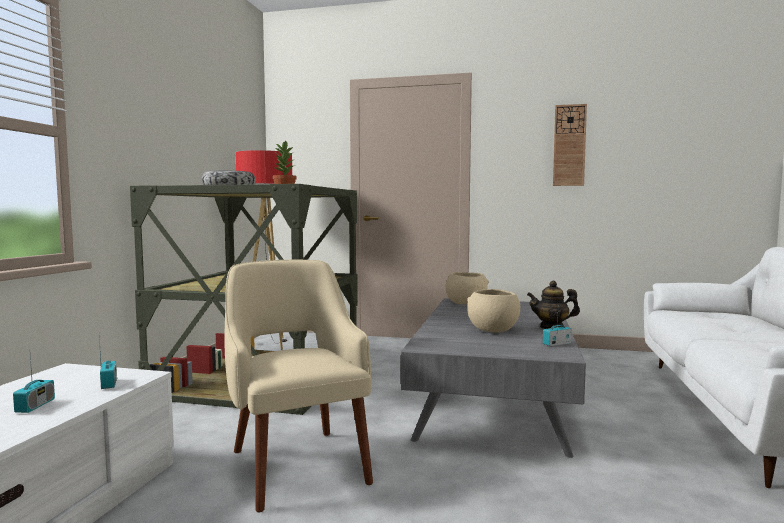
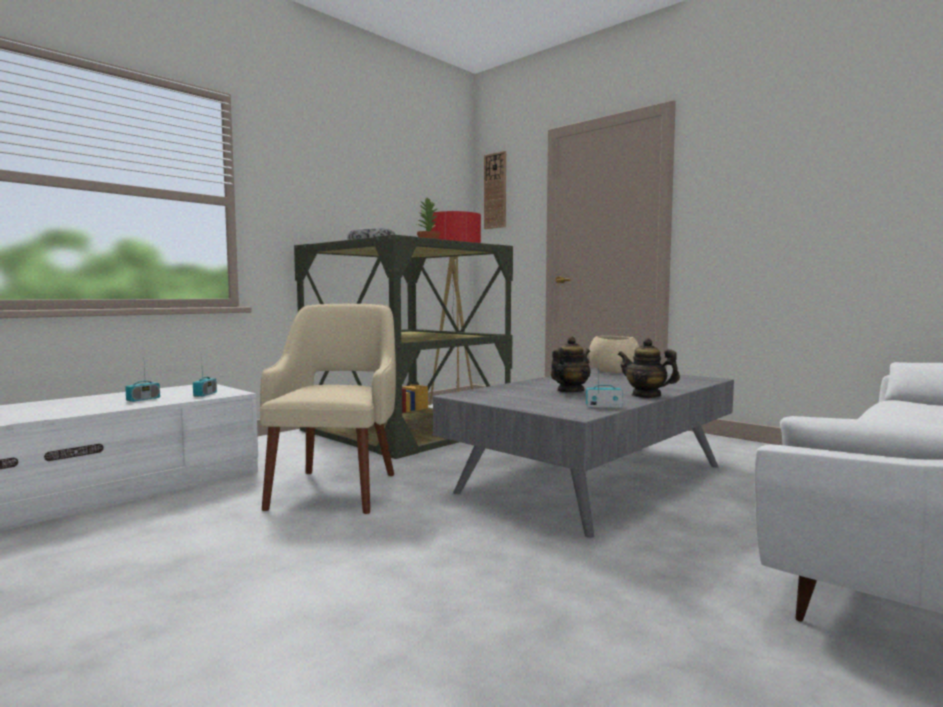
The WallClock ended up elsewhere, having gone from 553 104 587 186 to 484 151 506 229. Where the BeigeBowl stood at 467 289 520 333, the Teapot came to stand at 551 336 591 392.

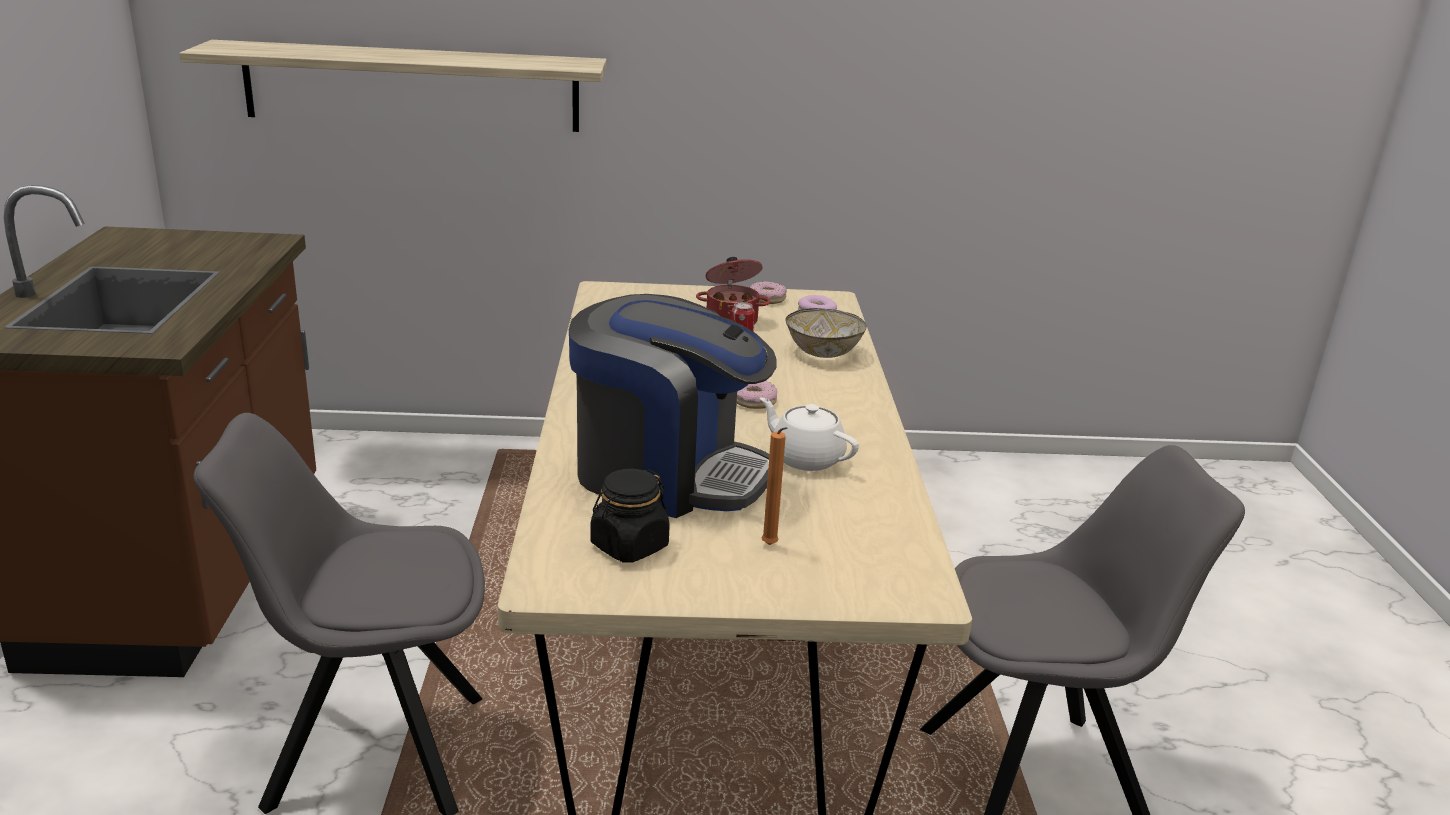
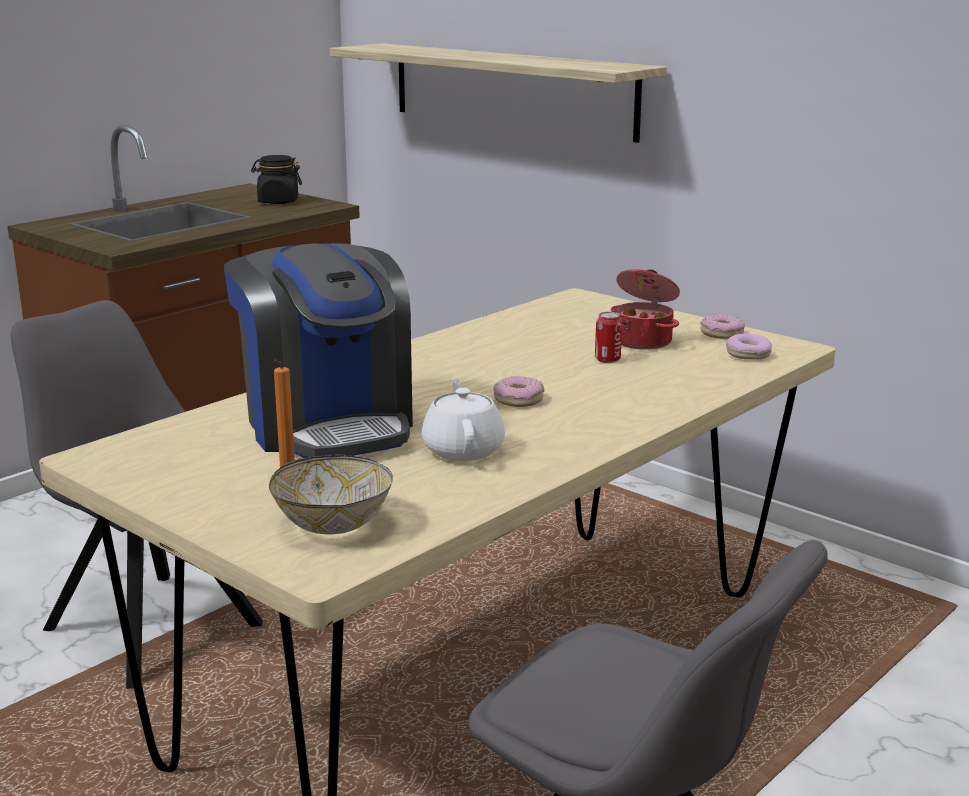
The BlackJar ended up elsewhere, having gone from 590 469 670 563 to 251 155 302 204. The Bowl ended up elsewhere, having gone from 786 308 867 358 to 269 455 393 535.

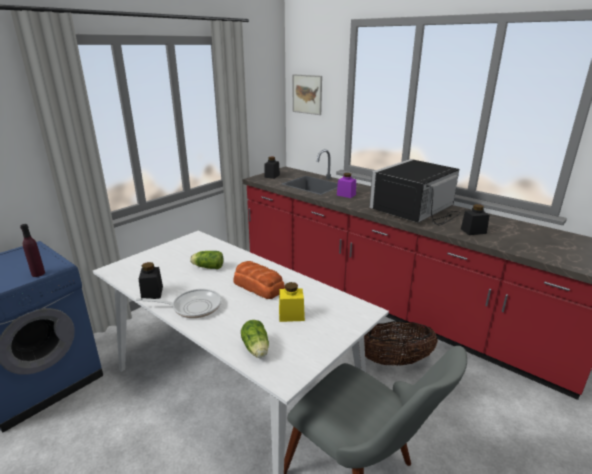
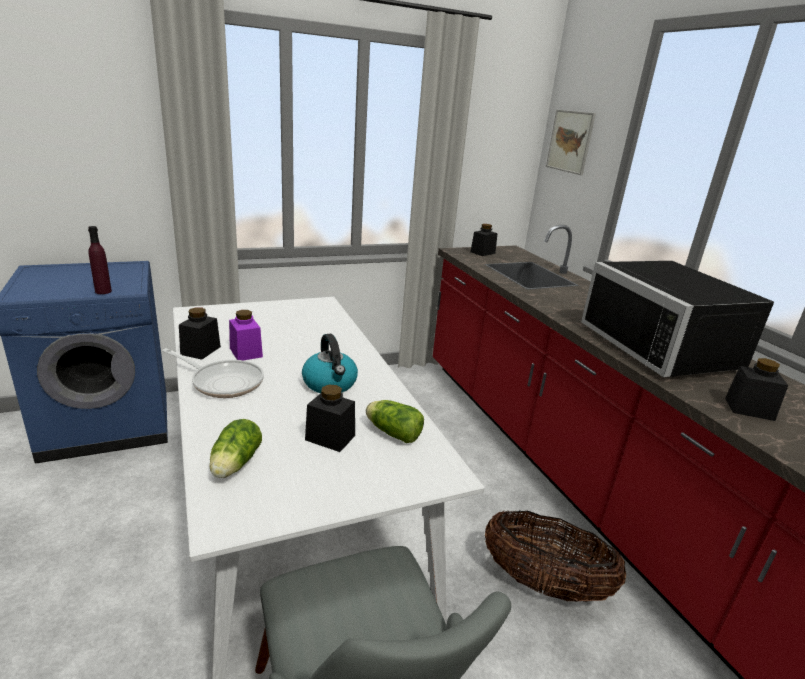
The Lettuce ended up elsewhere, having gone from 190 251 224 269 to 366 400 424 443. The PurpleJar ended up elsewhere, having gone from 337 173 356 198 to 229 310 263 361. Where the Bread stood at 233 261 285 299, the Kettle came to stand at 302 334 358 393. What was the YellowJar at 279 282 305 322 turned into the BlackJar at 305 385 355 452. The BlackMicrowave at 369 159 460 225 ended up facing another way, 90 degrees counterclockwise from before.

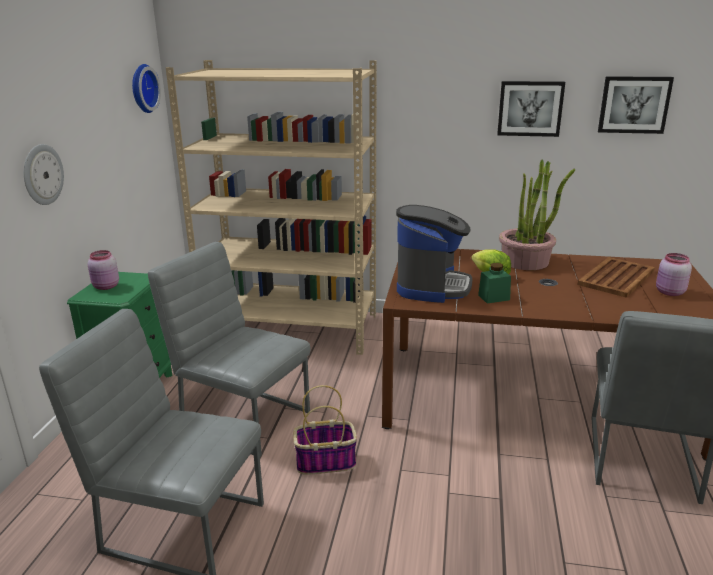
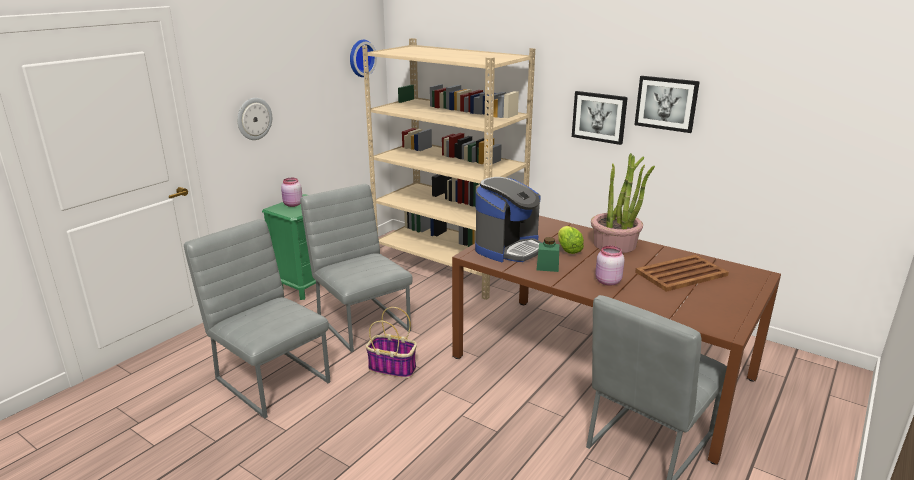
The Picture ended up elsewhere, having gone from 598 76 674 134 to 572 91 628 145. The PinkJar ended up elsewhere, having gone from 656 253 692 296 to 595 246 625 286.

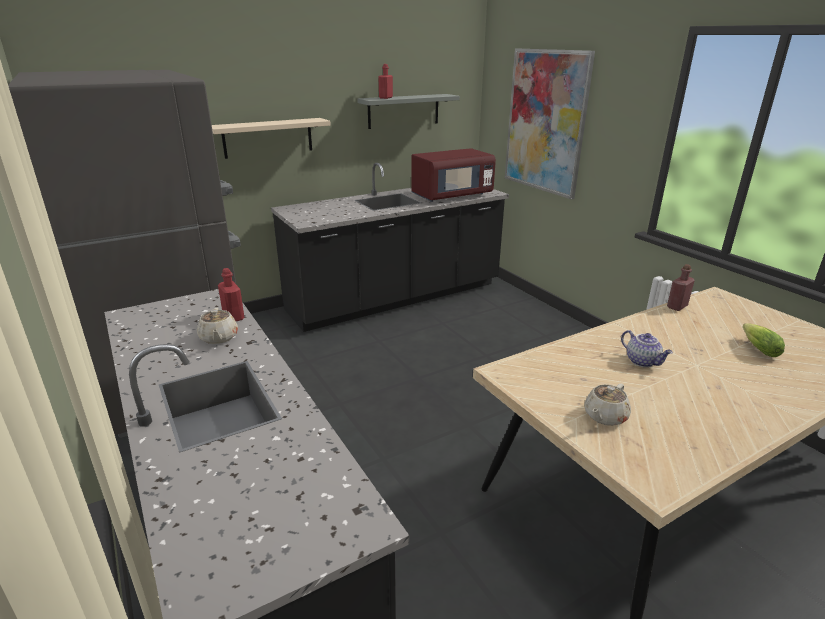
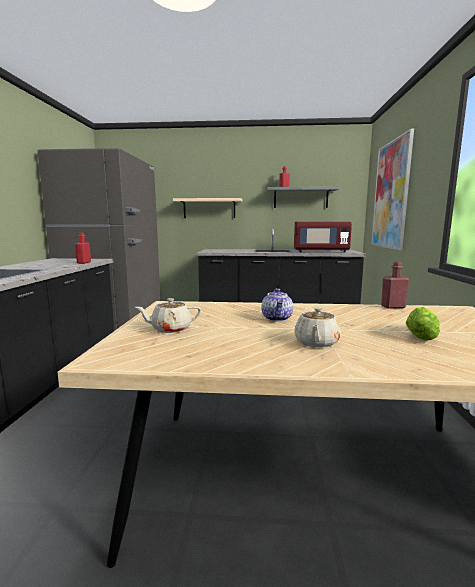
The BeigeTeapot ended up elsewhere, having gone from 197 308 238 344 to 294 308 341 347.

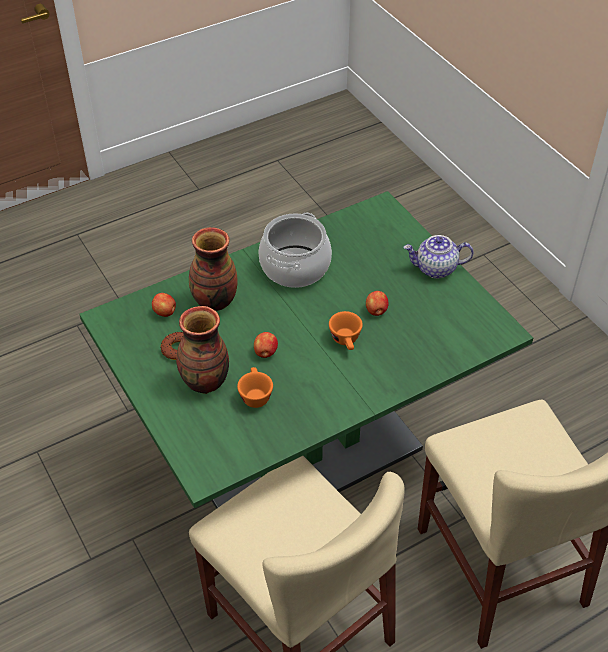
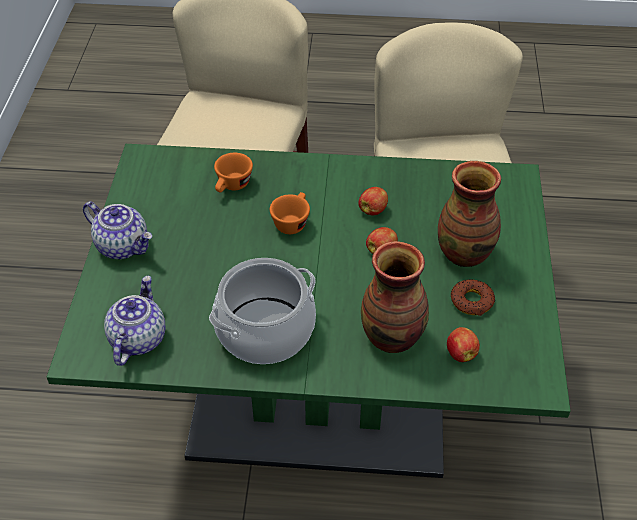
The second view gained the Teapot at 104 276 166 366. The OrangeCup ended up elsewhere, having gone from 237 367 273 408 to 214 153 253 193. The Apple ended up elsewhere, having gone from 366 291 389 316 to 358 187 388 216.

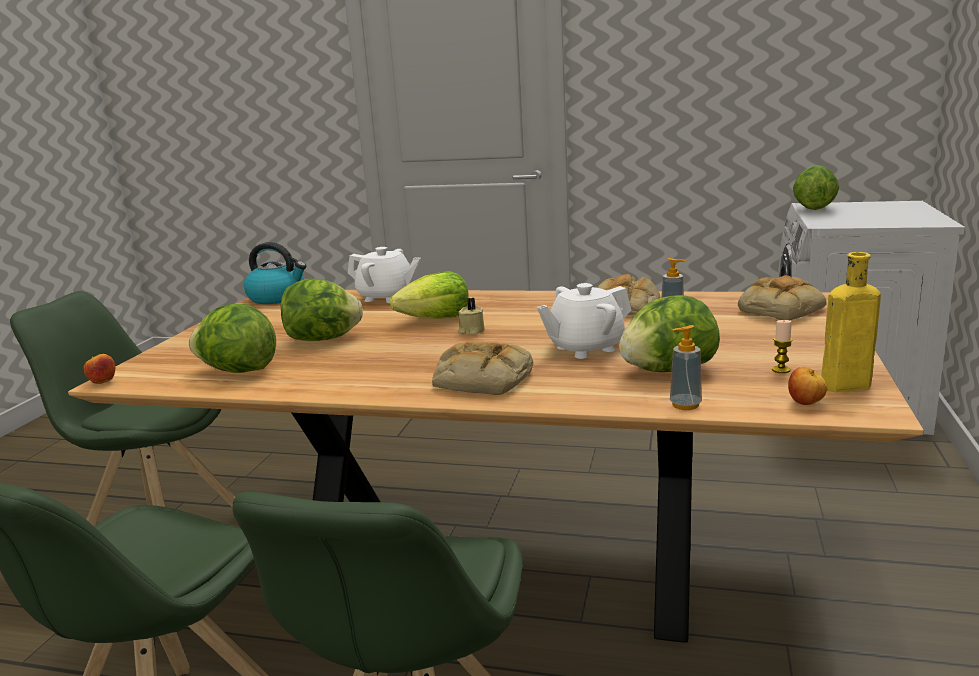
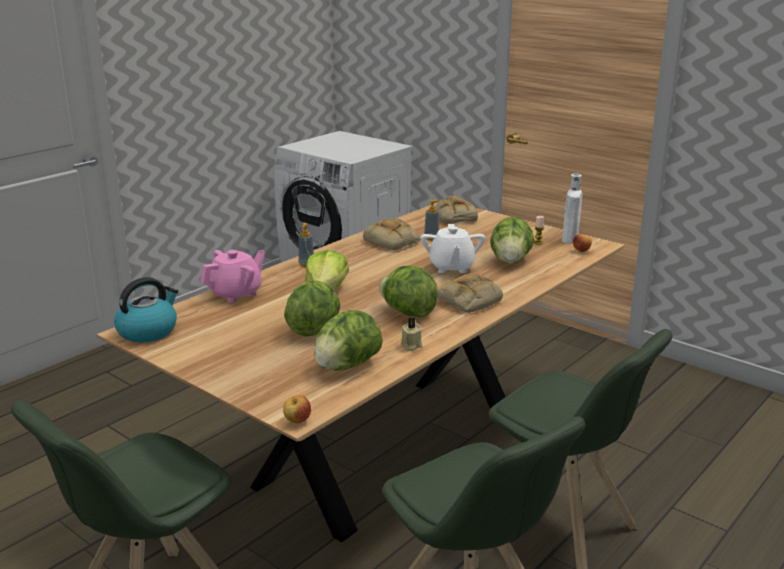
The BeigeCandle ended up elsewhere, having gone from 458 298 485 335 to 401 318 422 351. The SoapDispenser ended up elsewhere, having gone from 670 325 702 410 to 298 223 314 267. The Lettuce ended up elsewhere, having gone from 793 165 839 210 to 379 266 438 317. What was the WhiteTeapot at 348 247 421 303 turned into the PinkTeapot at 200 250 265 303. What was the YellowBottle at 821 252 881 392 turned into the WhiteBottle at 562 173 583 244.

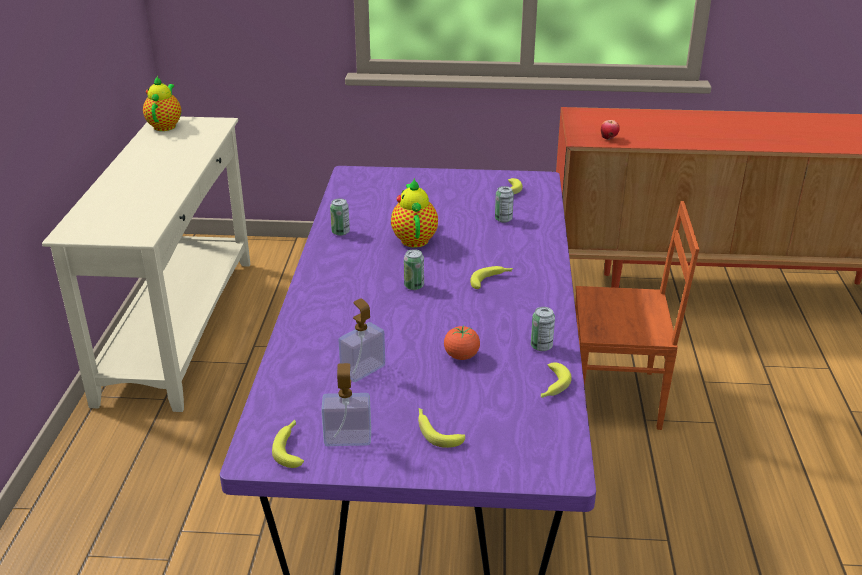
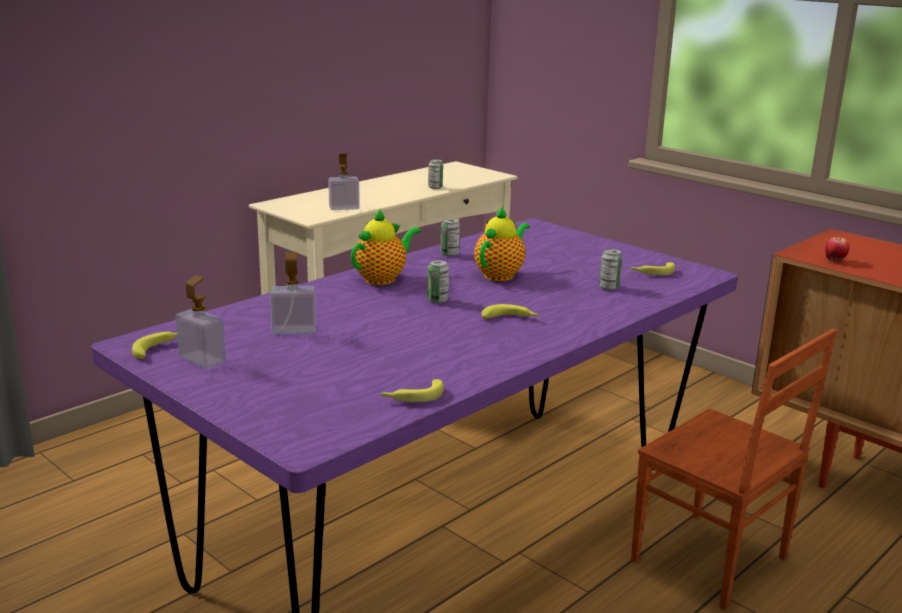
The second view lost the Banana at 418 408 465 448. The second view lost the Tomato at 444 325 480 360. The second view gained the SoapDispenser at 328 154 360 210. The Teapot ended up elsewhere, having gone from 143 76 181 131 to 351 209 421 285. The Can ended up elsewhere, having gone from 531 307 555 351 to 428 159 443 189.

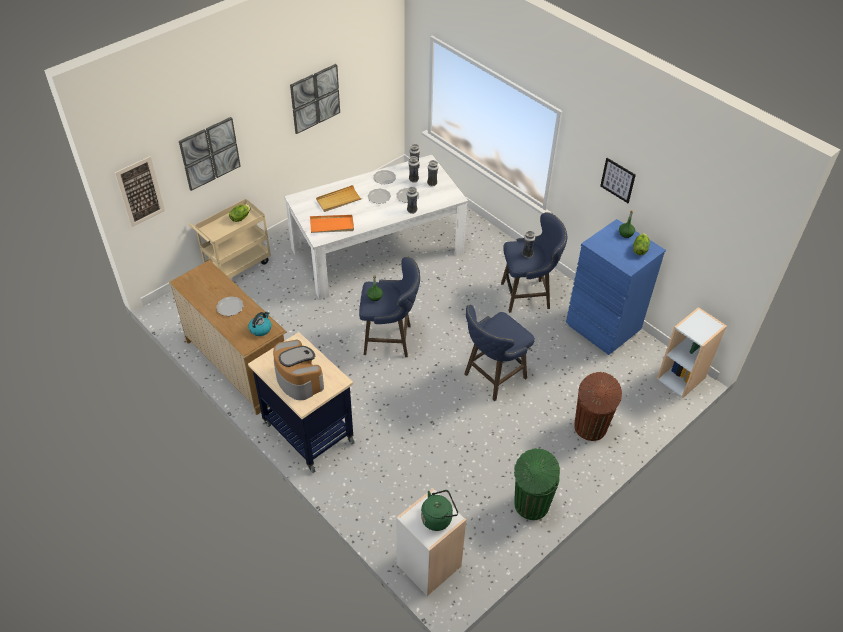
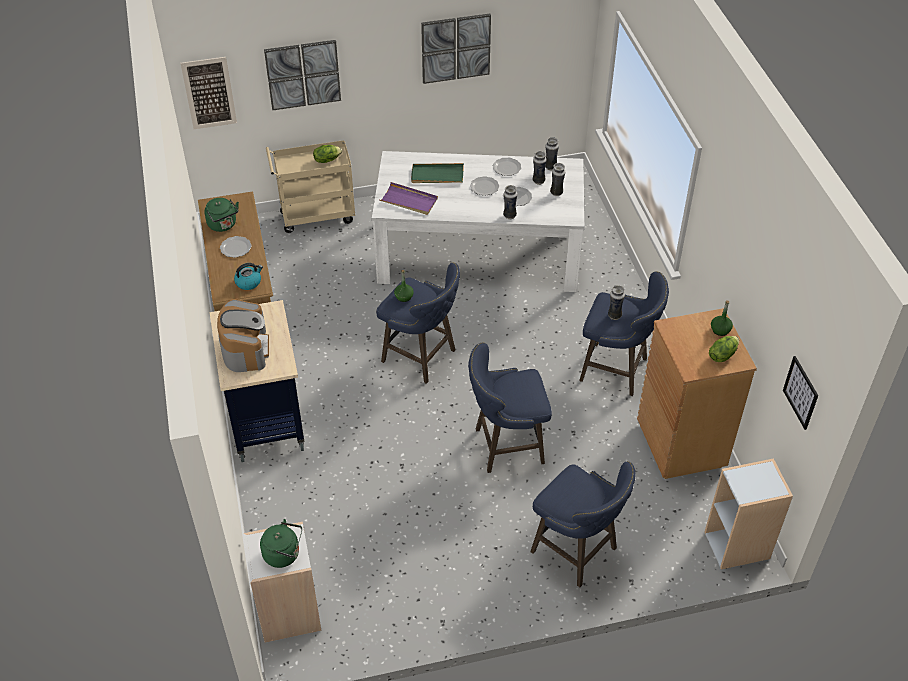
The second view lost the GreenTrashCan at 514 448 560 520. The second view gained the GreenKettle at 204 198 239 232. The Picture ended up elsewhere, having gone from 600 158 636 203 to 783 356 818 430. Where the BrownTrashCan stood at 574 372 622 441, the BlueStool came to stand at 530 461 635 588. What was the OrangeTray at 310 215 354 233 turned into the PurpleTray at 379 182 438 215. What was the BeigeTray at 316 185 363 212 turned into the GreenTray at 411 163 464 183. What was the BlueDresser at 566 219 666 355 turned into the BrownDresser at 637 308 757 479.

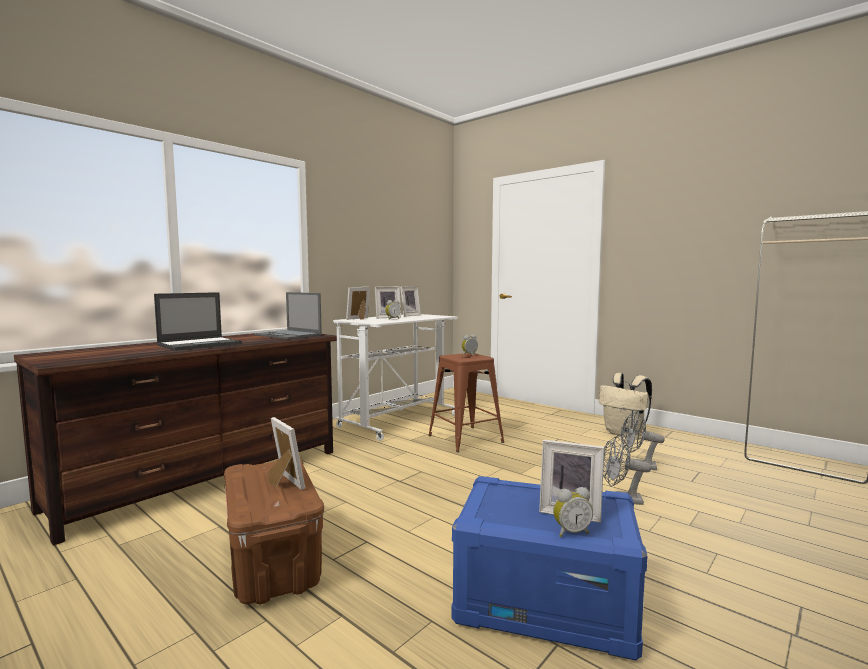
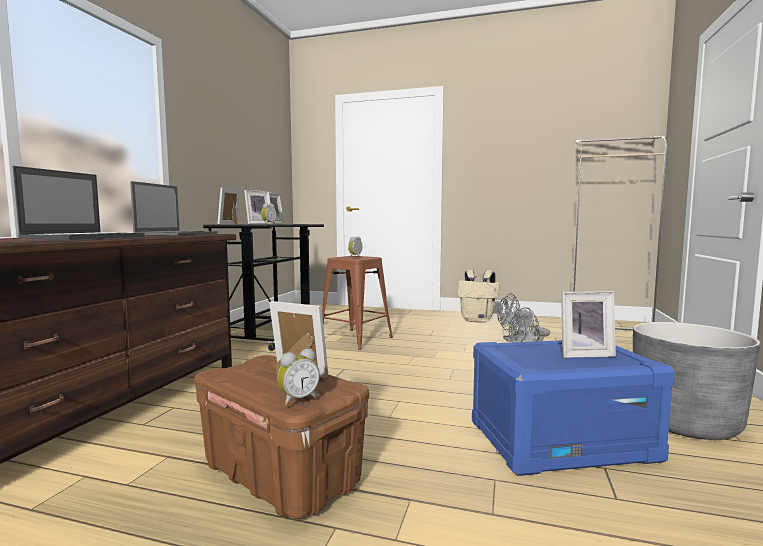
The second view gained the GreyPlanter at 633 322 760 440. The AlarmClock ended up elsewhere, having gone from 553 487 593 537 to 277 348 320 406. What was the WhiteDesk at 333 314 457 441 turned into the BlackDesk at 203 224 325 351. The Laptop at 254 292 322 339 ended up facing another way, 90 degrees counterclockwise from before.

